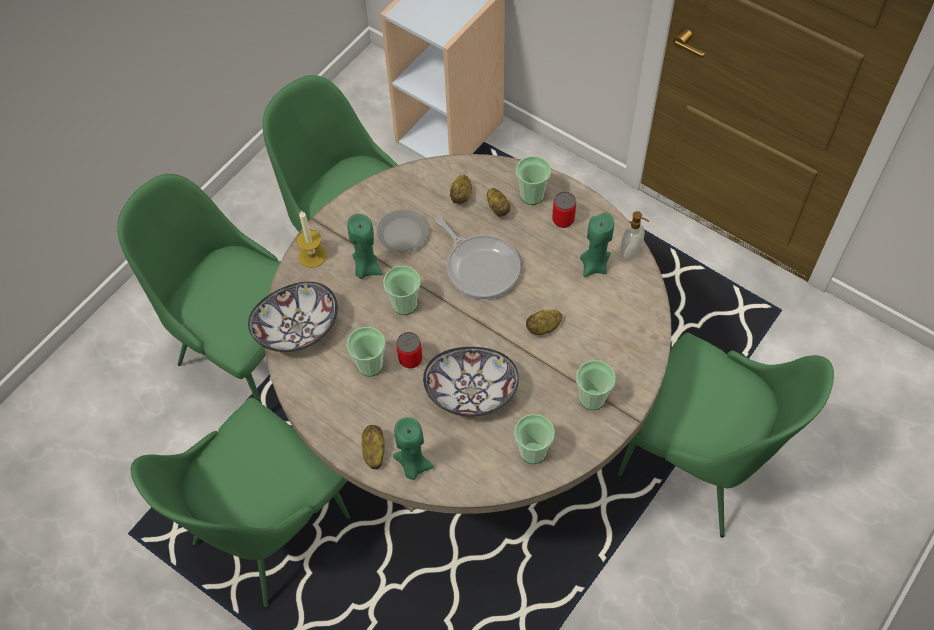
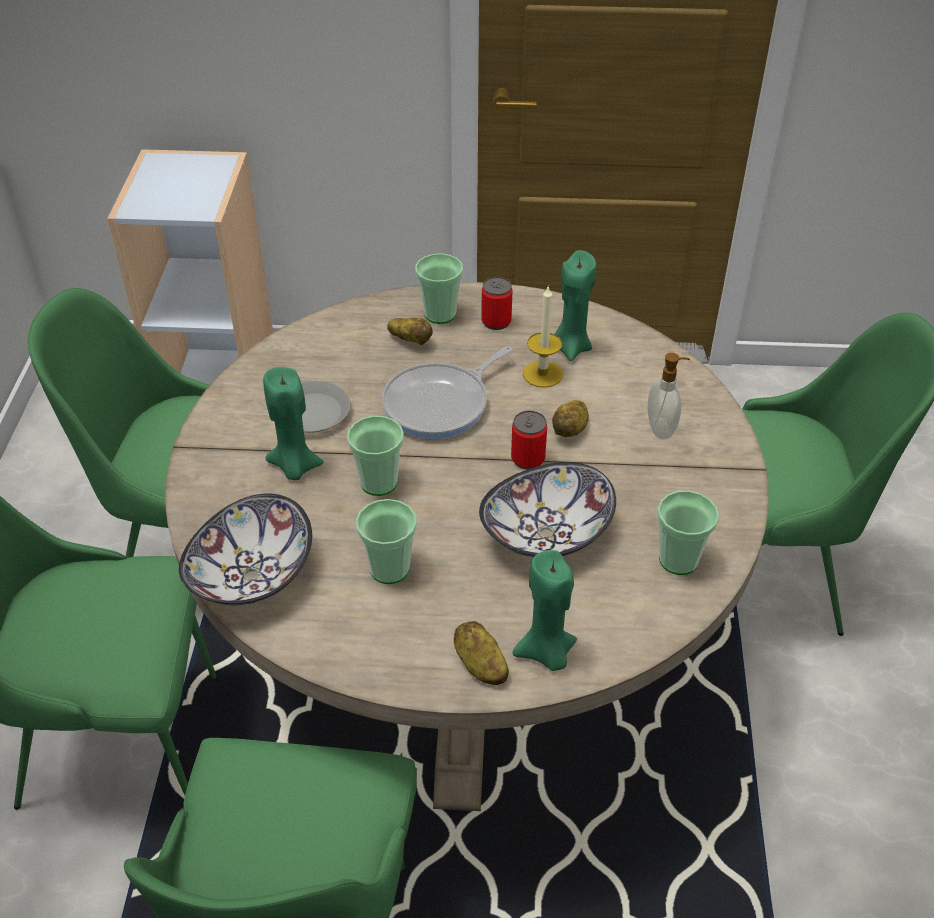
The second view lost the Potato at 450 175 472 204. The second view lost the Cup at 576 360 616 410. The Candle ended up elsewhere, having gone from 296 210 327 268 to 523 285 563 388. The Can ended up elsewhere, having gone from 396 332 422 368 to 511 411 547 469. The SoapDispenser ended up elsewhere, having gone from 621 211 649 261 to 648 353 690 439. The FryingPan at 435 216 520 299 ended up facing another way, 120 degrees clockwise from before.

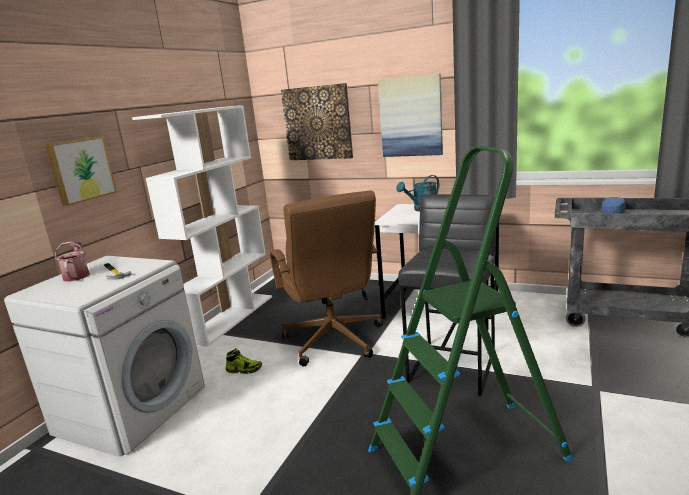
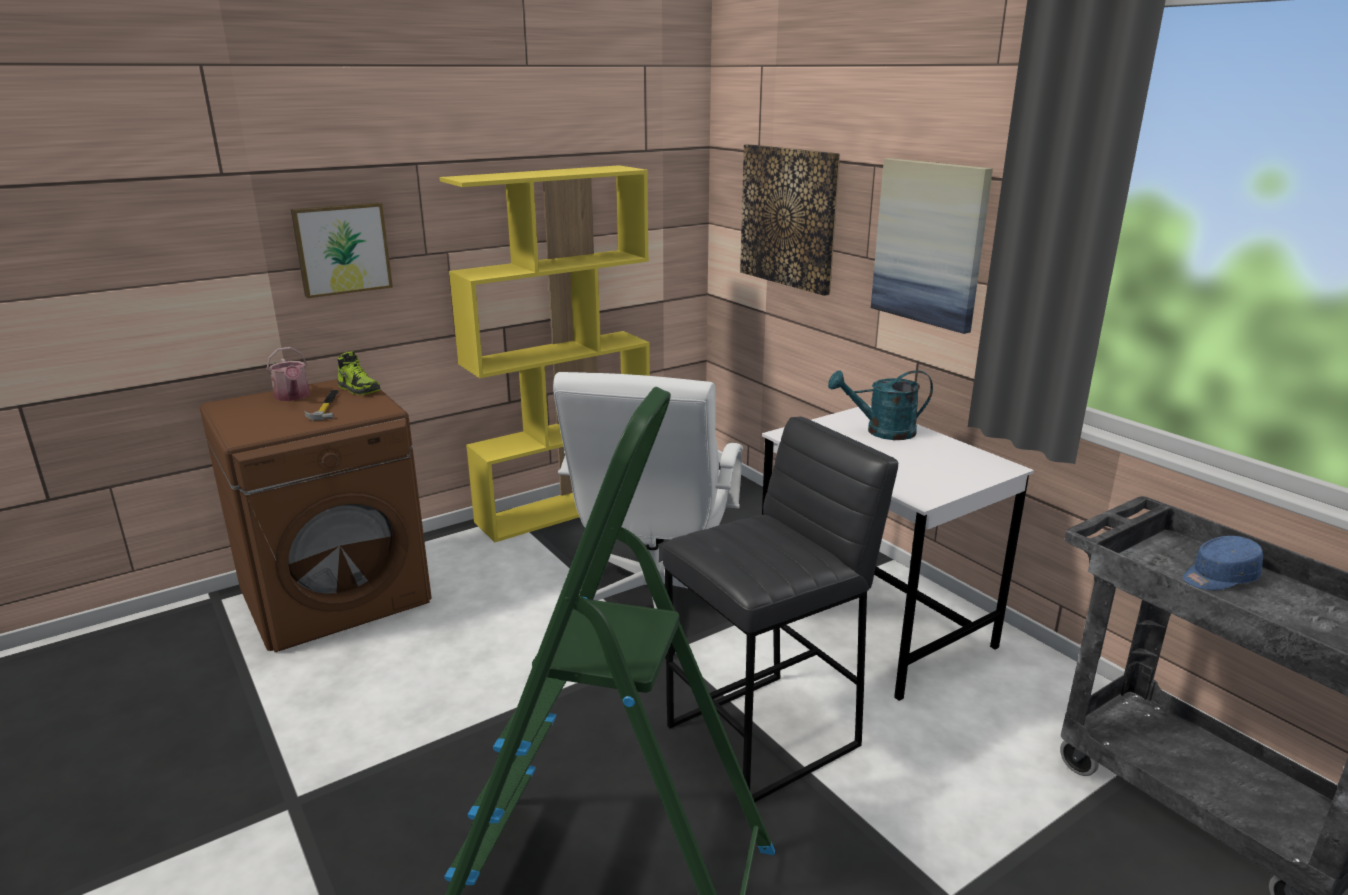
The Shoe ended up elsewhere, having gone from 226 348 262 374 to 338 351 381 395. What was the WhiteWashingMachine at 4 256 205 457 turned into the BrownWashingMachine at 200 379 432 652. What was the WhiteBookcase at 132 105 272 347 turned into the YellowBookcase at 439 165 650 543. What was the BrownOfficeChair at 270 190 383 366 turned into the WhiteOfficeChair at 553 372 743 659. The WateringCan at 55 242 90 282 ended up facing another way, 135 degrees clockwise from before.

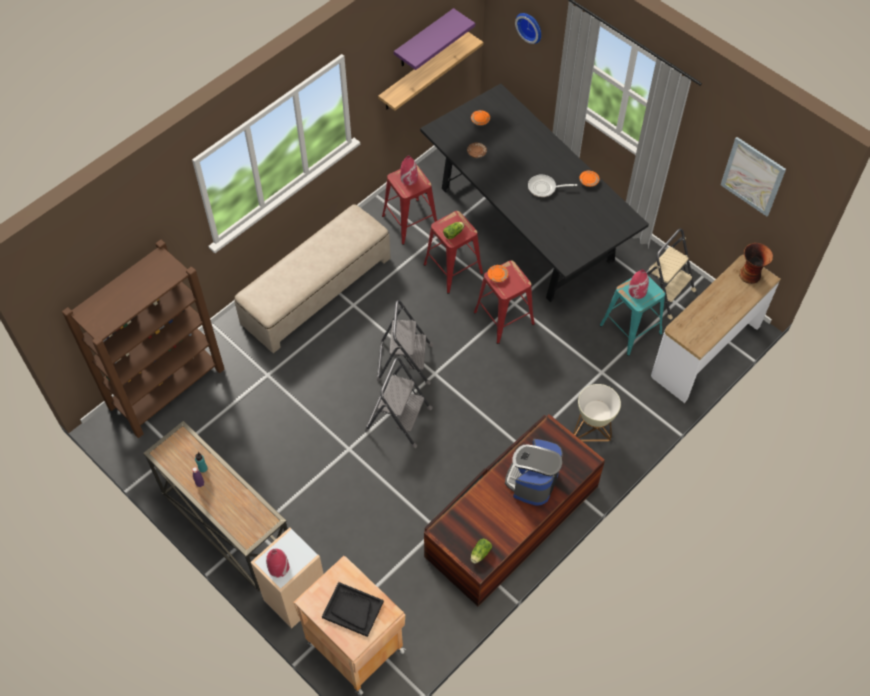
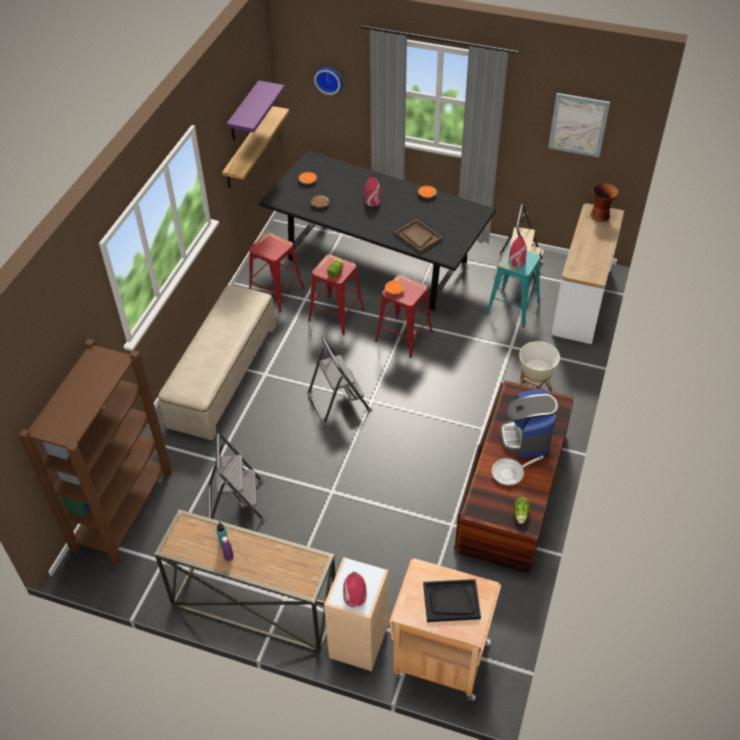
The second view gained the BrownTray at 395 219 442 253. The GreyStepLadder ended up elsewhere, having gone from 365 357 433 448 to 208 433 266 522. The RedVase ended up elsewhere, having gone from 400 155 418 185 to 365 175 381 206. The FryingPan ended up elsewhere, having gone from 528 175 577 197 to 492 456 544 485.

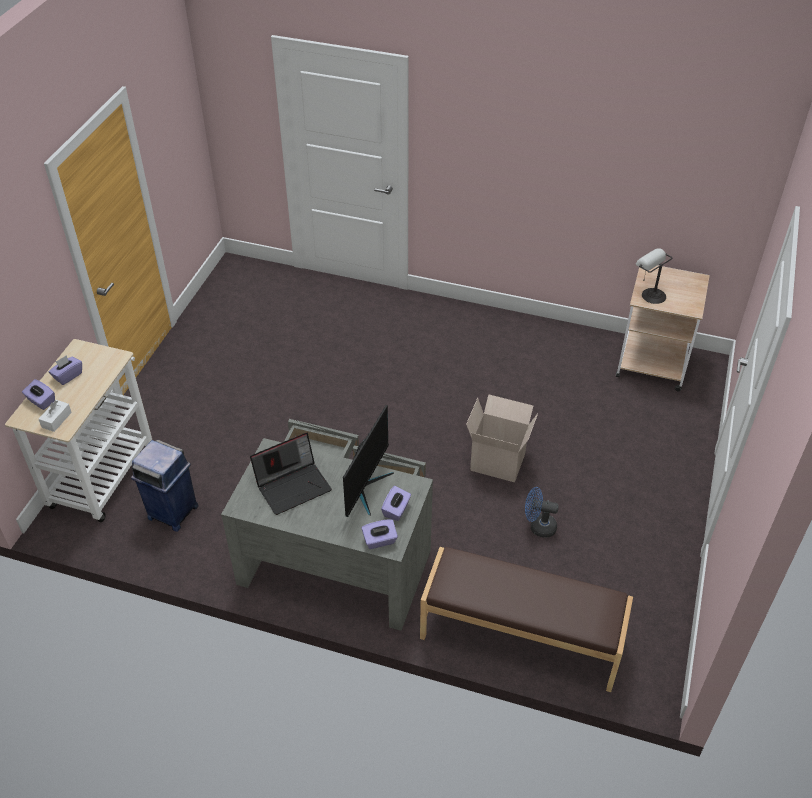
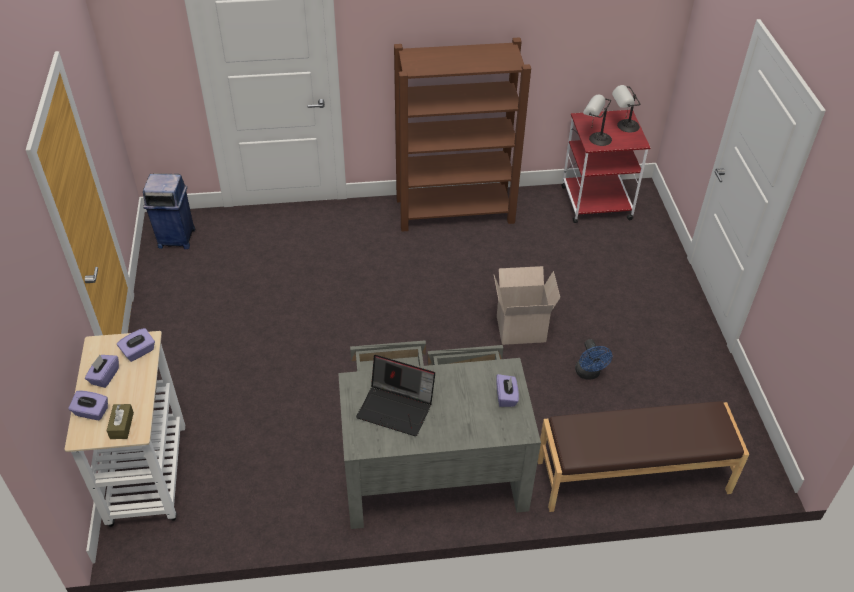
The second view lost the Monitor at 343 405 394 517. The second view gained the BrownBookcase at 394 37 531 232. The second view gained the TableLamp at 612 85 640 133. The BlueTrashCan ended up elsewhere, having gone from 131 440 199 532 to 143 173 195 249. The PurpleTissueBox ended up elsewhere, having gone from 361 519 398 549 to 117 328 155 362. What was the WhiteTissueBox at 39 400 72 432 turned into the BrownTissueBox at 107 404 134 439. What was the BeigeCart at 616 265 710 391 turned into the RedCart at 561 110 651 223. The Laptop at 250 433 332 515 ended up facing another way, 75 degrees clockwise from before. The BlueFan at 525 487 559 538 ended up facing another way, 90 degrees counterclockwise from before.

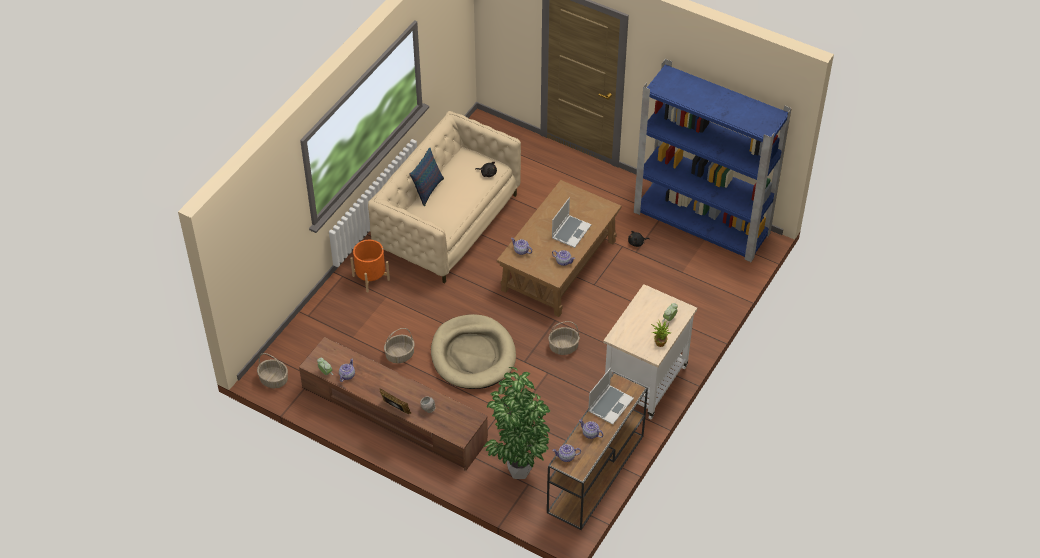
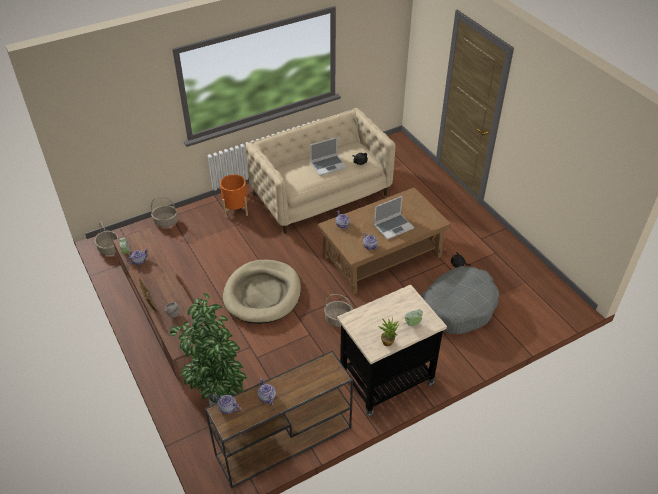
The second view lost the BluePillow at 409 147 444 206. The second view lost the BlueBookcase at 634 59 792 262. The second view gained the GreyDogBed at 422 266 499 334. The Basket ended up elsewhere, having gone from 384 328 415 363 to 151 197 178 227. The Laptop ended up elsewhere, having gone from 588 368 634 425 to 310 137 347 176. What was the WhiteCart at 603 284 697 419 turned into the BlackCart at 337 285 447 416.

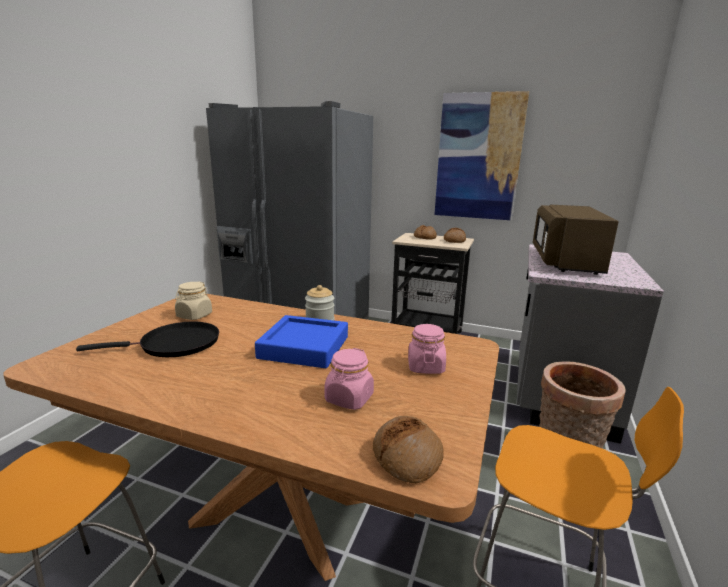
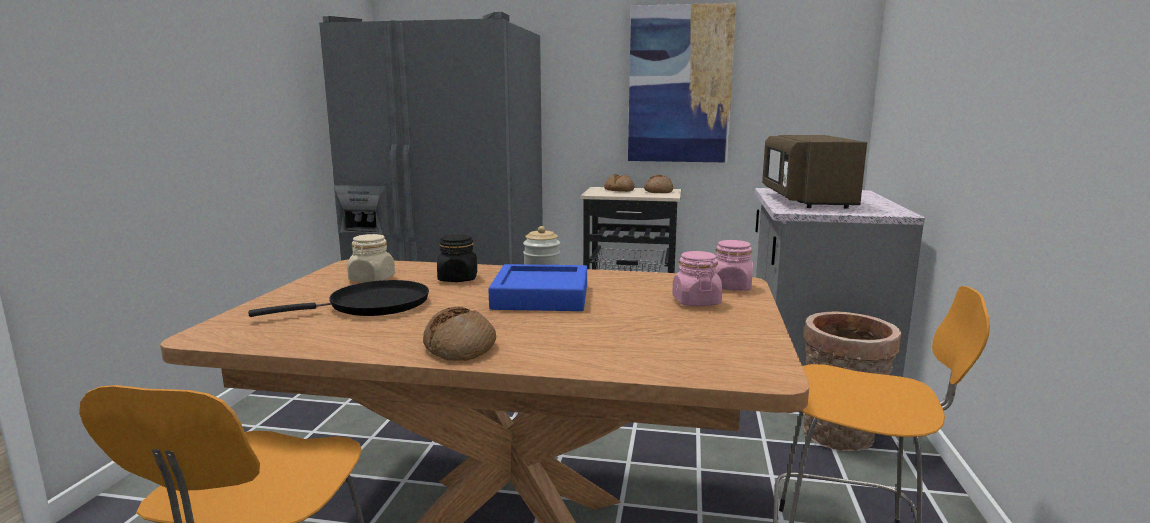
The second view gained the BlackJar at 437 234 477 282. The PinkJar ended up elsewhere, having gone from 324 348 374 410 to 715 240 753 291. The Bread ended up elsewhere, having gone from 373 416 444 484 to 423 307 496 361.

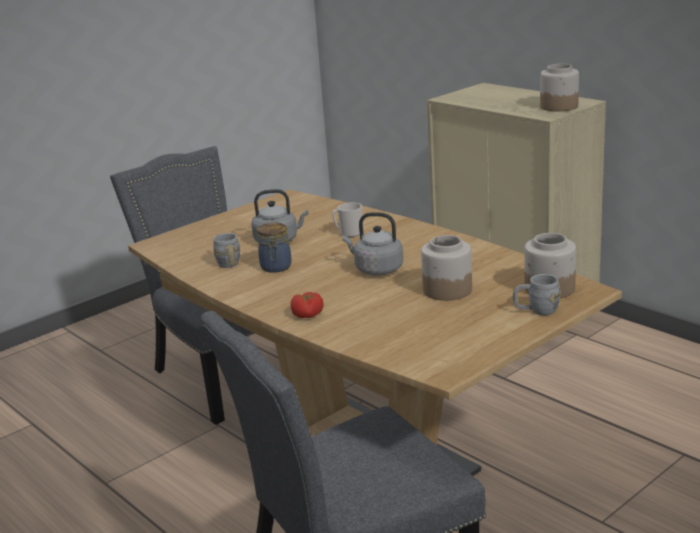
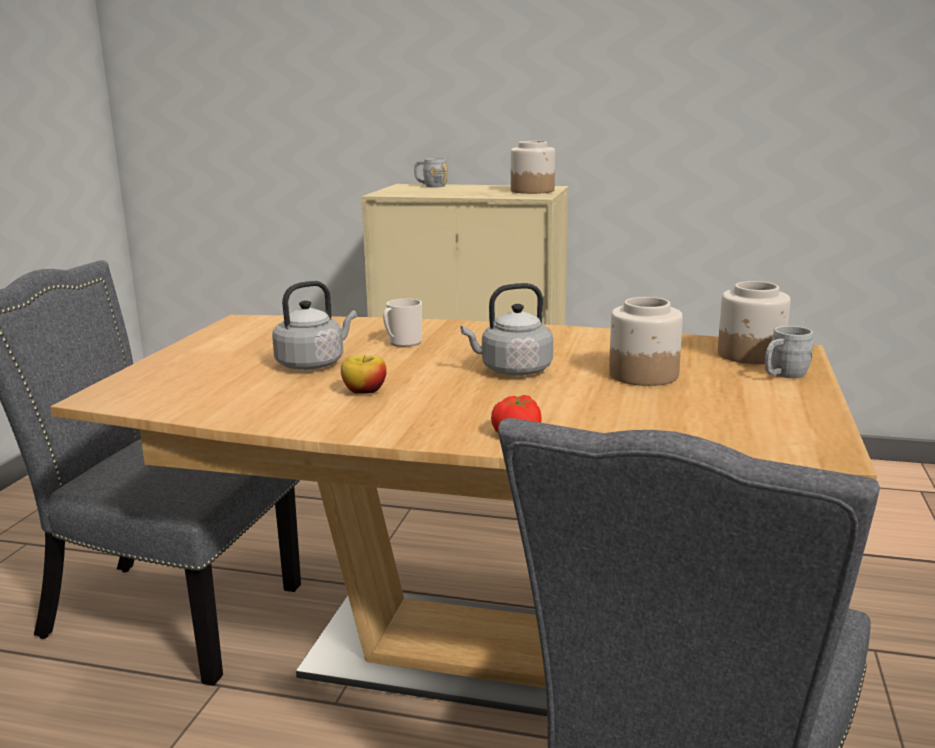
The GreyMug ended up elsewhere, having gone from 213 233 240 268 to 414 158 448 188. Where the Jar stood at 257 223 292 273, the Apple came to stand at 341 355 387 394.

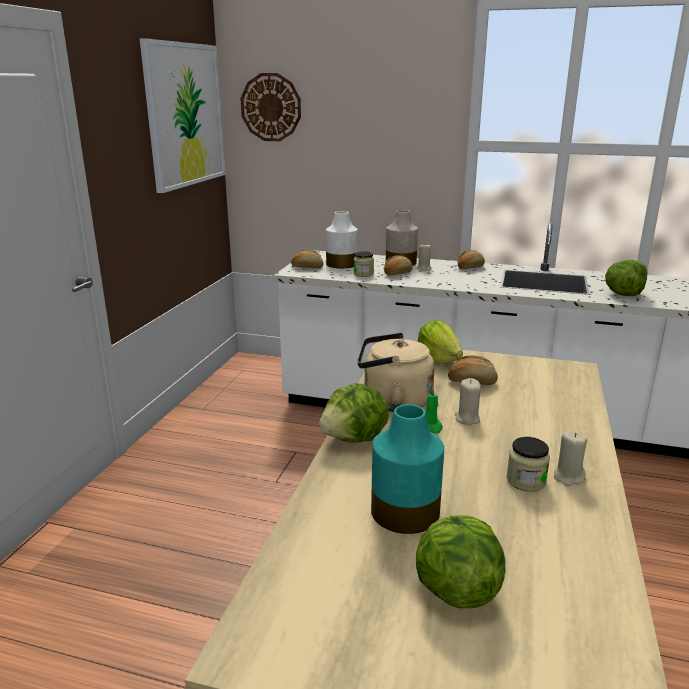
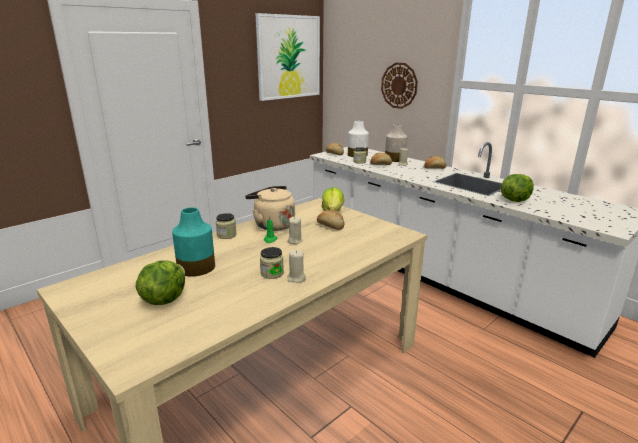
The WallClock ended up elsewhere, having gone from 240 73 301 141 to 381 63 418 109. Where the Lettuce stood at 319 383 389 443, the Jar came to stand at 216 213 237 239.

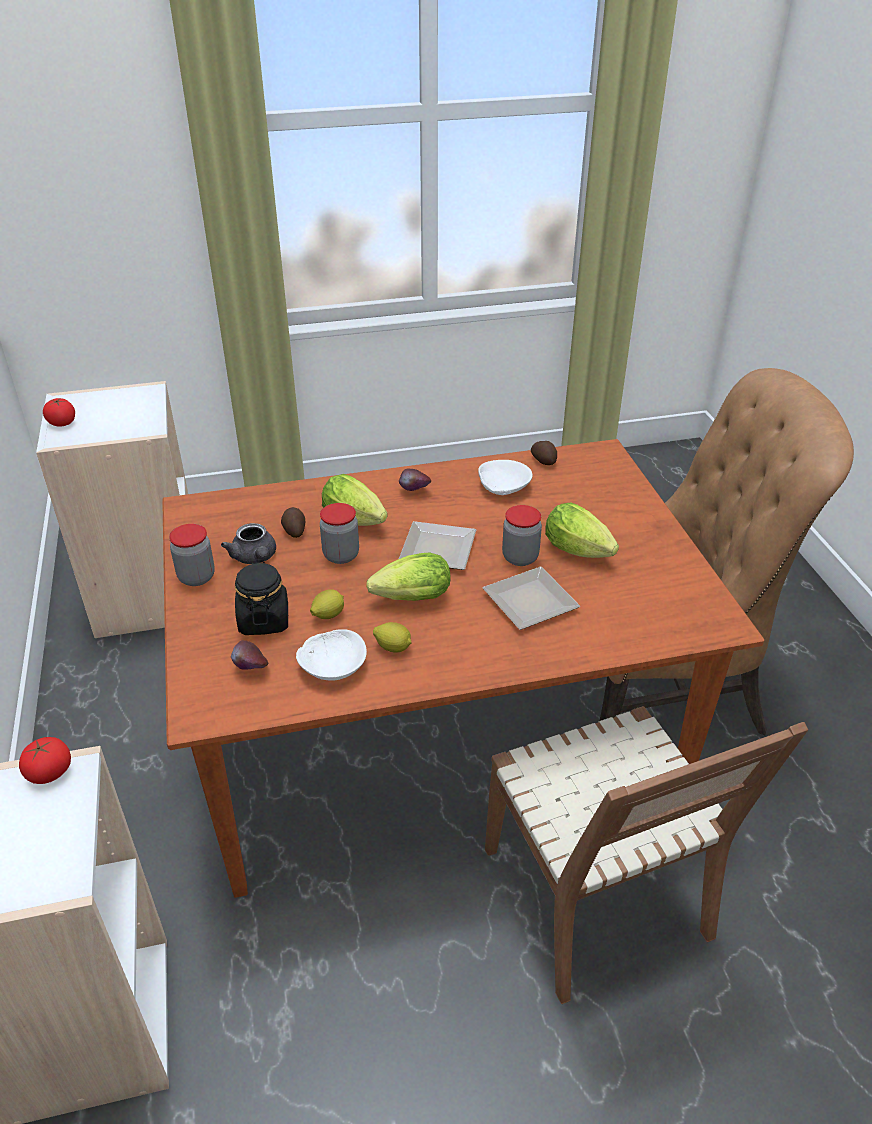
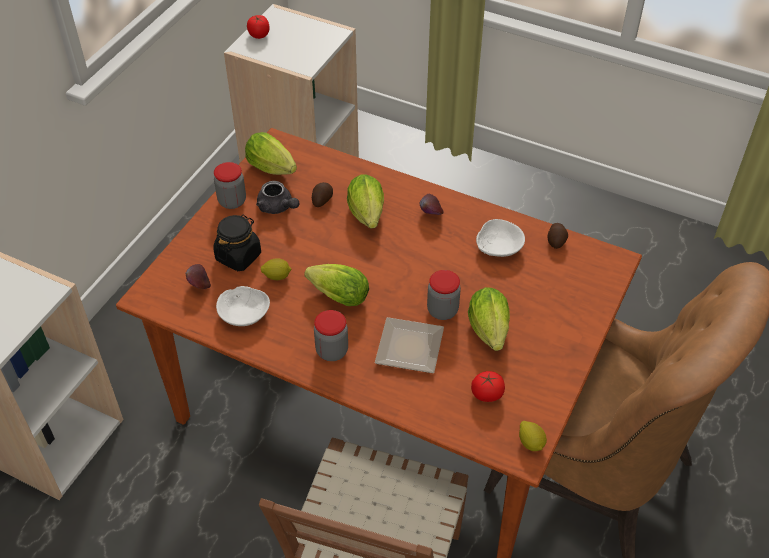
The second view lost the Plate at 399 521 476 570. The second view gained the Lettuce at 245 132 297 175. The Tomato ended up elsewhere, having gone from 19 737 71 784 to 471 371 505 402. The Jar ended up elsewhere, having gone from 320 503 359 564 to 314 310 348 361. The Lemon ended up elsewhere, having gone from 373 622 412 652 to 519 421 547 451. The GreyTeapot at 221 523 276 564 ended up facing another way, 60 degrees counterclockwise from before.

